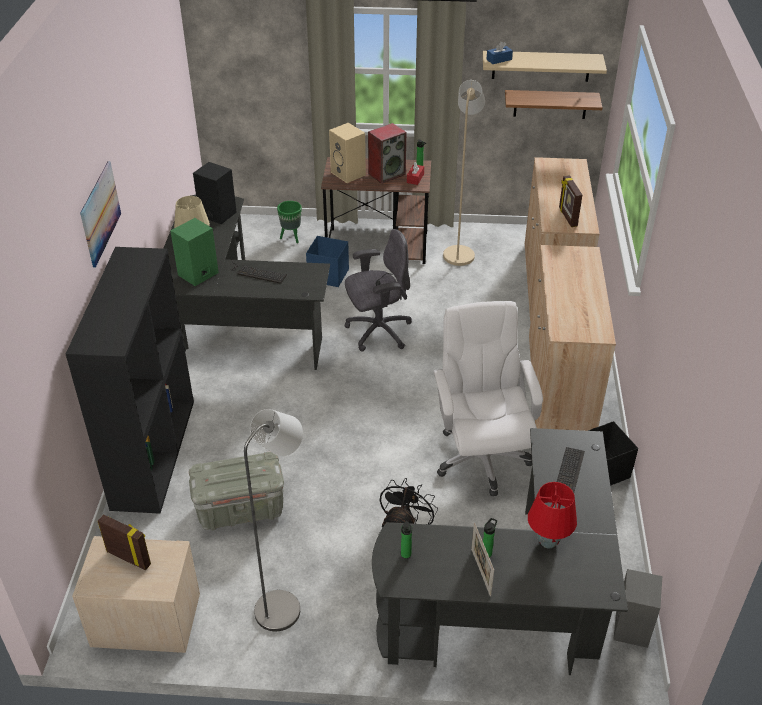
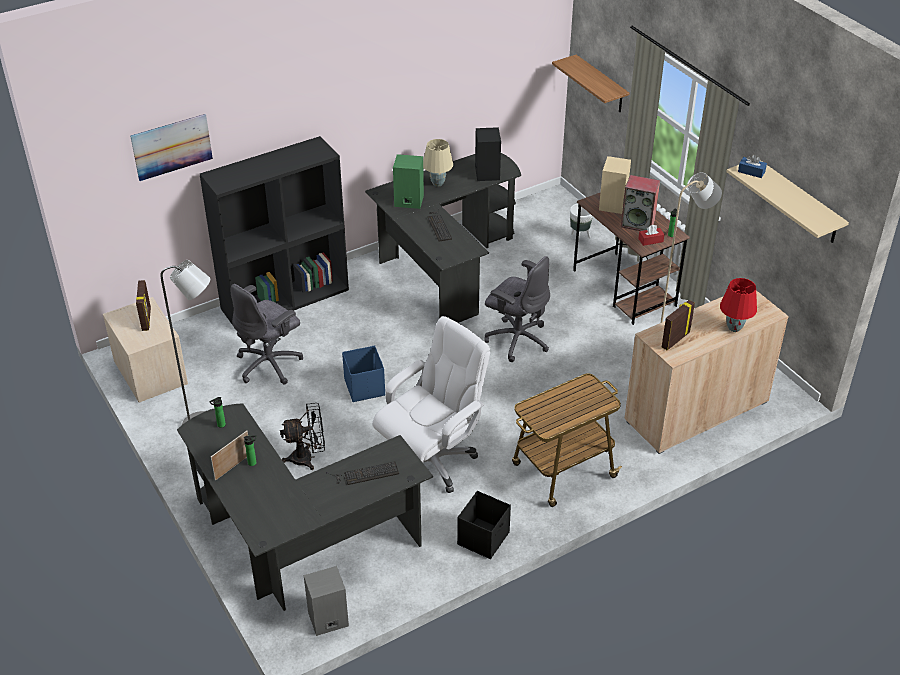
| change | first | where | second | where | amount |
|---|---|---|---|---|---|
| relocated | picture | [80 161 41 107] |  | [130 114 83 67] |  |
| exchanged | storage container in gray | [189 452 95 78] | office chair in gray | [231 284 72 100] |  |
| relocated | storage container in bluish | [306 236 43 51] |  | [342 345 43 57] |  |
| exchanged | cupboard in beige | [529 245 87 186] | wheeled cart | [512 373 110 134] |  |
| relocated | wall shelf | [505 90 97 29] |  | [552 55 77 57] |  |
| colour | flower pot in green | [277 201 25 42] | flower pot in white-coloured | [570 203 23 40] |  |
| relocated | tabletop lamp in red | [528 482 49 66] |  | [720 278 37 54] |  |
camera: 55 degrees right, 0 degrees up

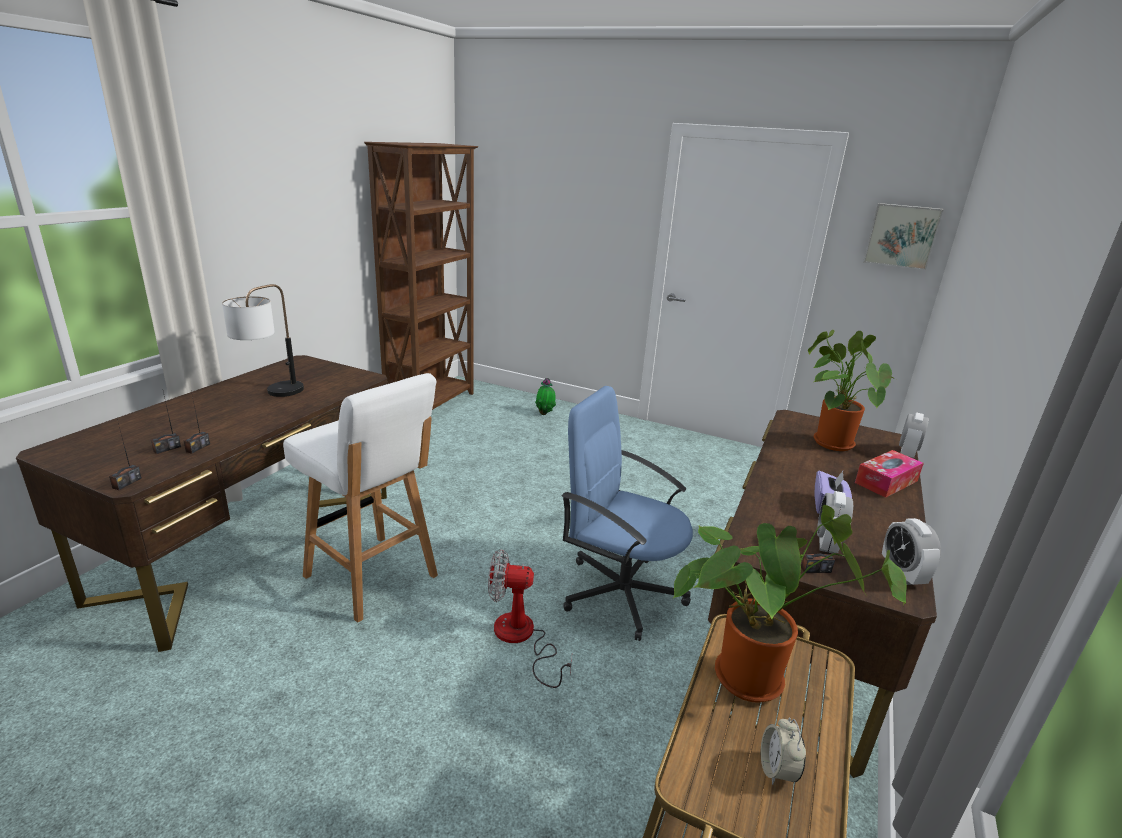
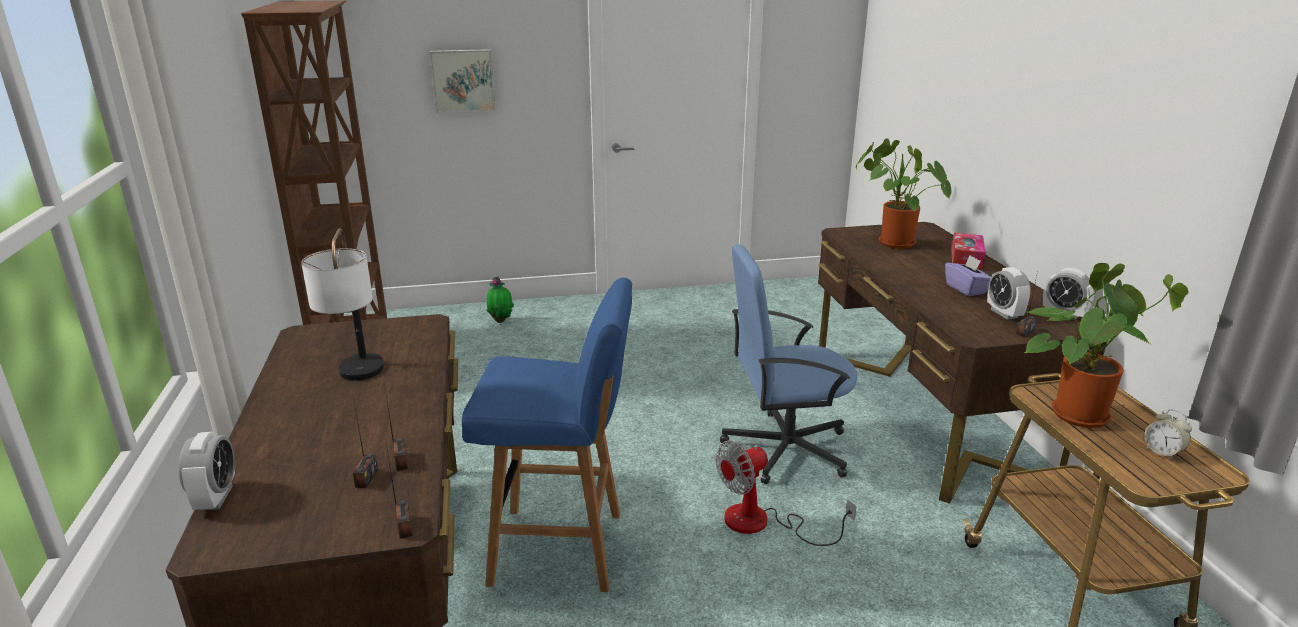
| change | first | where | second | where | amount |
|---|---|---|---|---|---|
| relocated | bedside clock | [899 412 30 46] |  | [179 432 56 78] |  |
| relocated | picture | [863 203 81 67] |  | [429 49 67 64] |  |
| colour | sitting stool in white-coloured | [283 373 155 250] | sitting stool in bluish | [462 277 170 315] |  |
camera: 35 degrees left, 0 degrees up

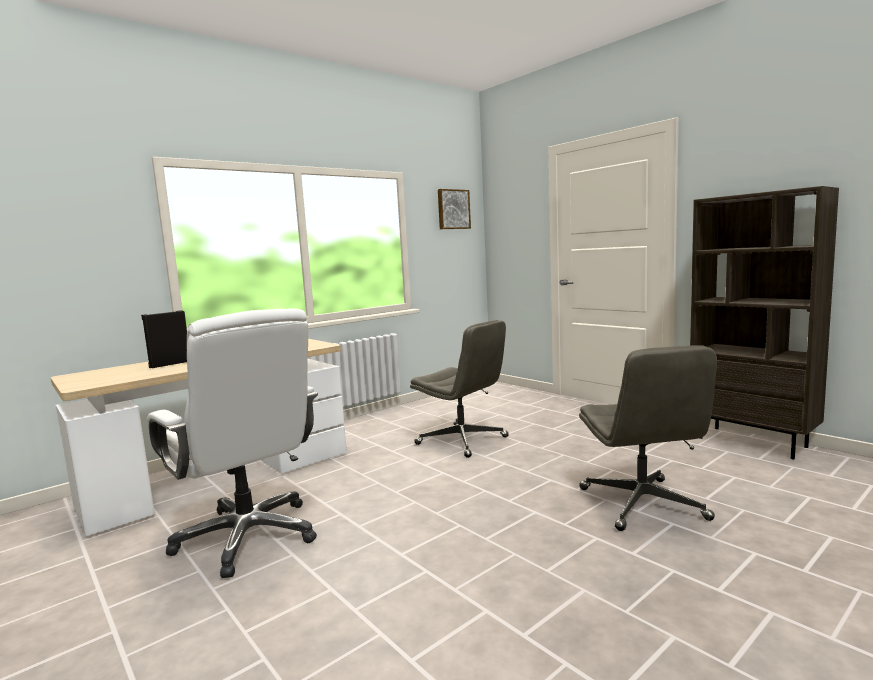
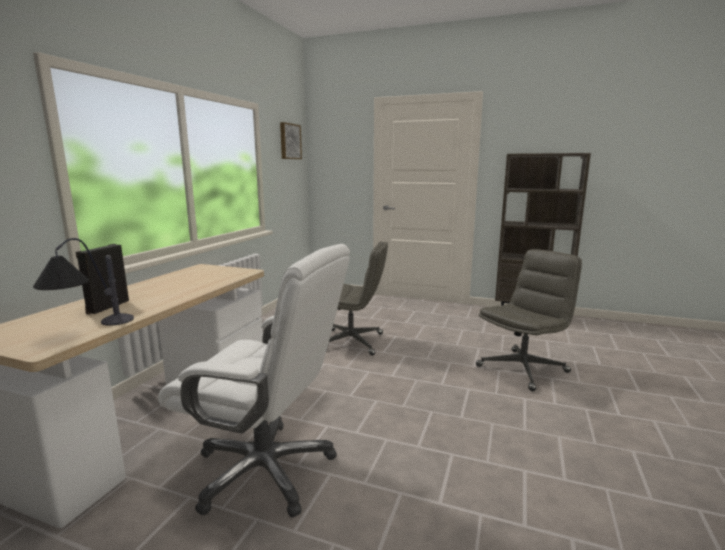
| change | first | where | second | where | amount |
|---|---|---|---|---|---|
| appeared |  |  | tabletop lamp | [33 238 101 88] |  |
| spun | office chair in gray | [579 345 138 186] |  | [476 249 106 142] | 90 degrees counterclockwise |
camera: 30 degrees left, 5 degrees up

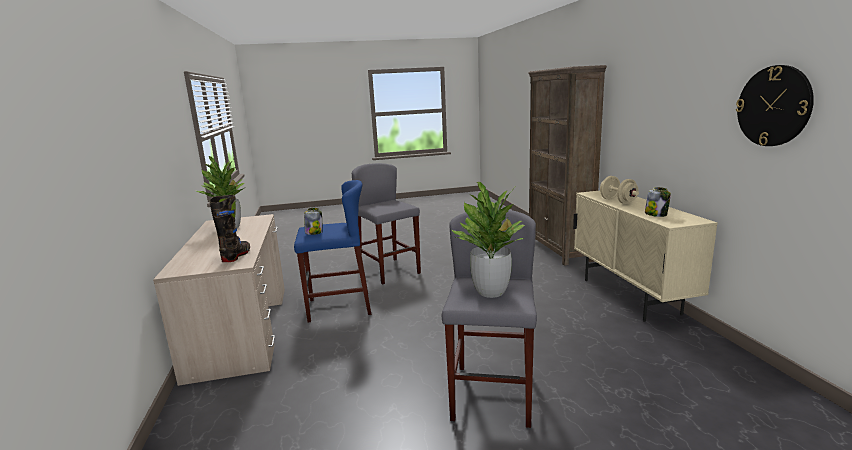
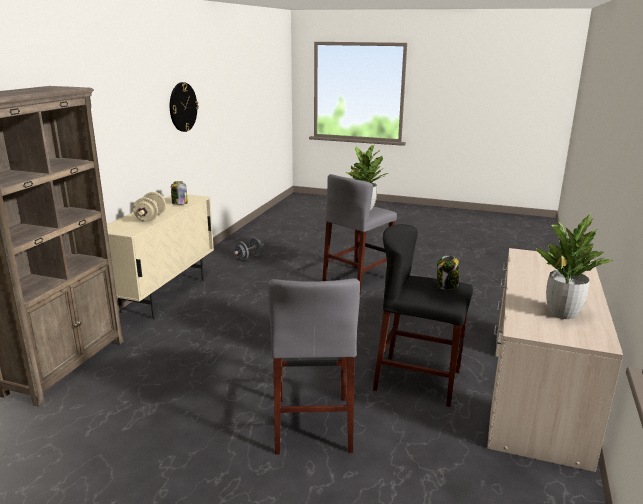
| change | first | where | second | where | amount |
|---|---|---|---|---|---|
| appeared |  |  | free weight in gray | [234 238 30 22] |  |
| colour | sitting stool in bluish | [294 180 77 142] | sitting stool in black-coloured | [373 224 100 183] |  |
| missing | tall boot in black-coloured | [209 195 41 67] |  |  |  |
camera: 150 degrees left, 5 degrees up

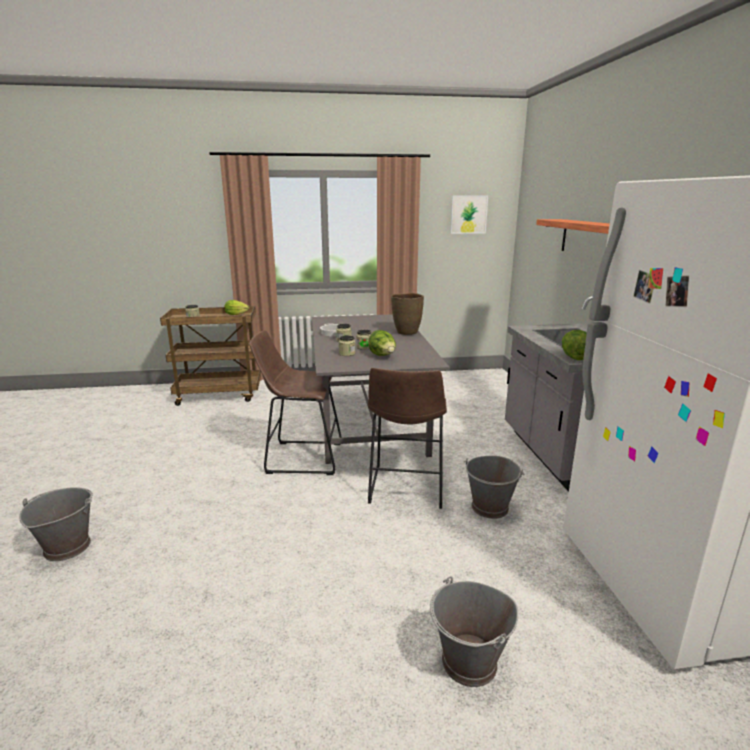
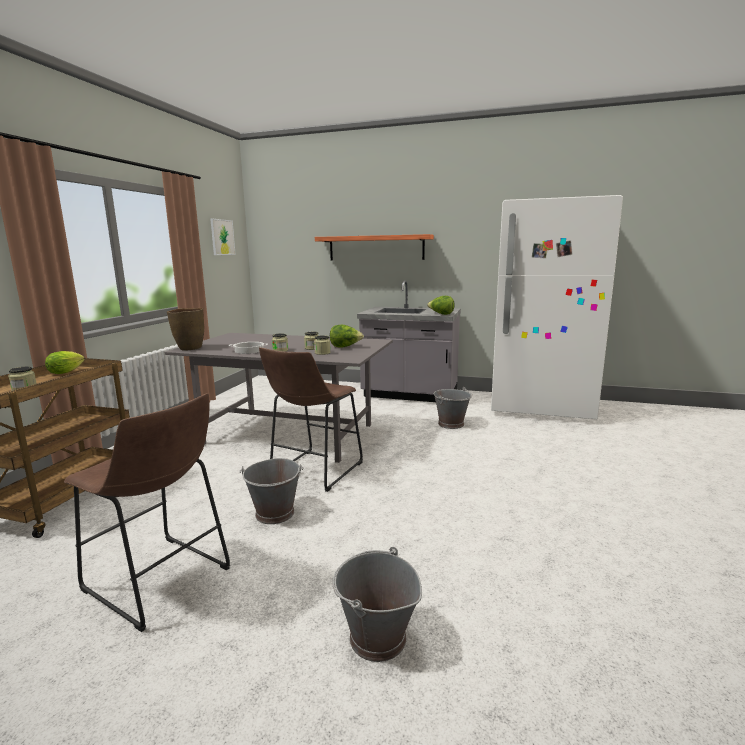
| change | first | where | second | where | amount |
|---|---|---|---|---|---|
| relocated | sitting stool in brown | [368 368 79 141] |  | [64 393 166 239] |  |
| relocated | vase in brown | [391 293 33 42] |  | [167 308 37 42] |  |
| relocated | pail in gray | [430 576 88 111] |  | [239 458 64 66] |  |
camera: 65 degrees left, 5 degrees down

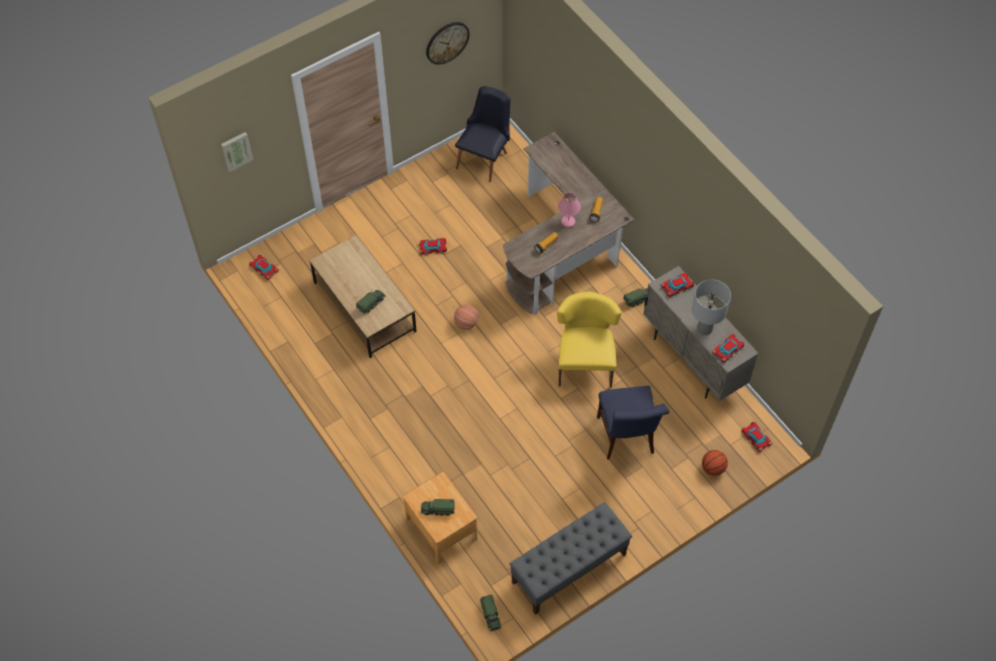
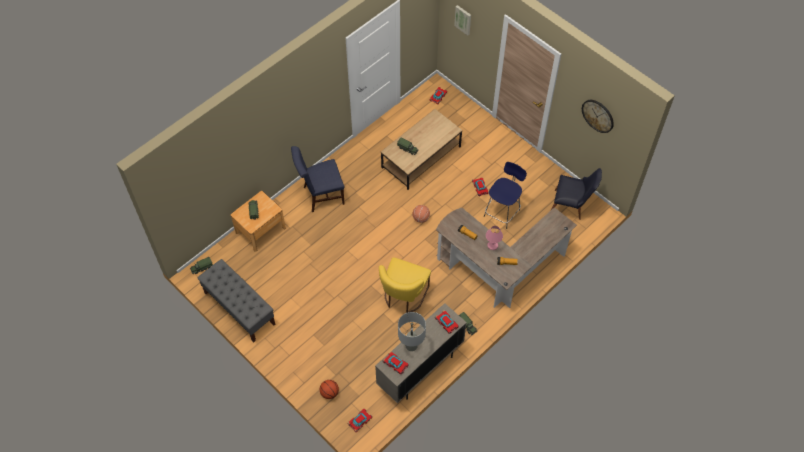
| change | first | where | second | where | amount |
|---|---|---|---|---|---|
| relocated | chair in bluish | [597 386 73 73] |  | [291 146 54 66] |  |
| spun | chair in yellow | [557 291 65 97] |  | [379 257 52 56] | 120 degrees clockwise |
| appeared |  |  | sitting stool in bluish | [484 162 43 67] |  |
camera: 80 degrees right, 0 degrees up

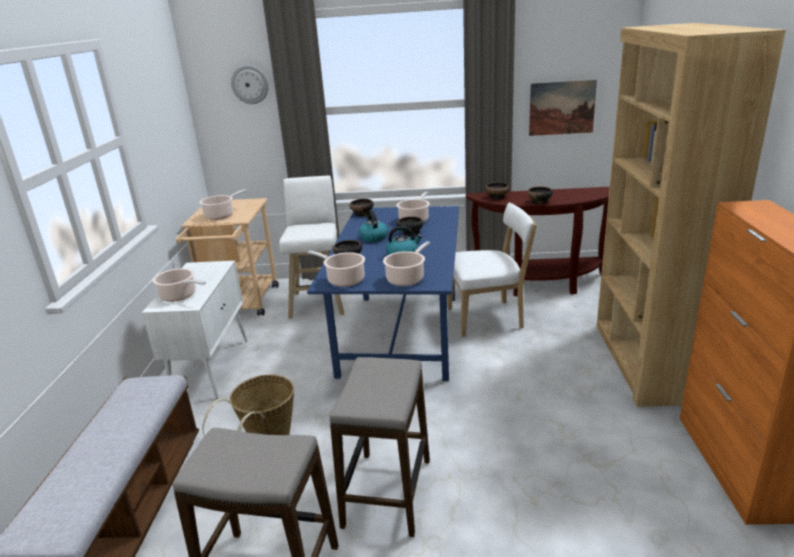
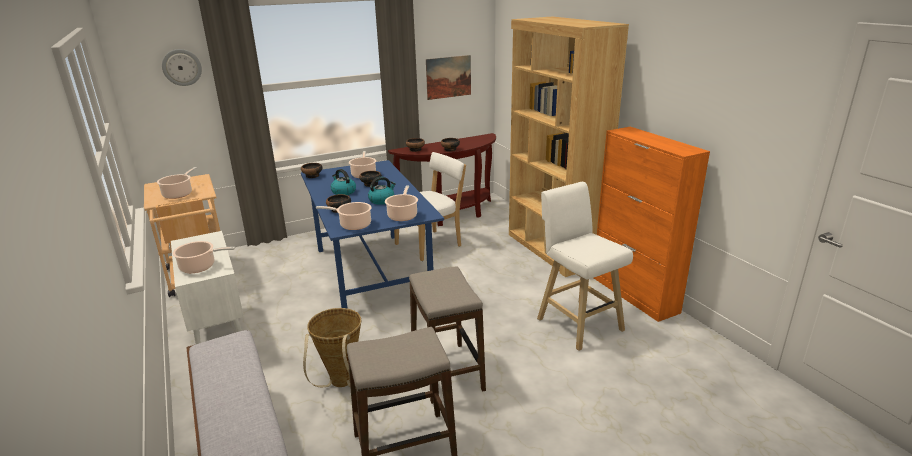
| change | first | where | second | where | amount |
|---|---|---|---|---|---|
| relocated | sitting stool in white-coloured | [279 176 65 143] |  | [537 182 96 169] |  |
camera: 30 degrees left, 0 degrees up

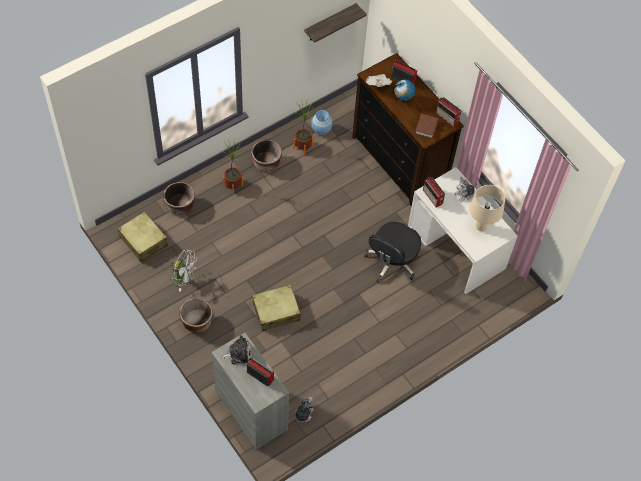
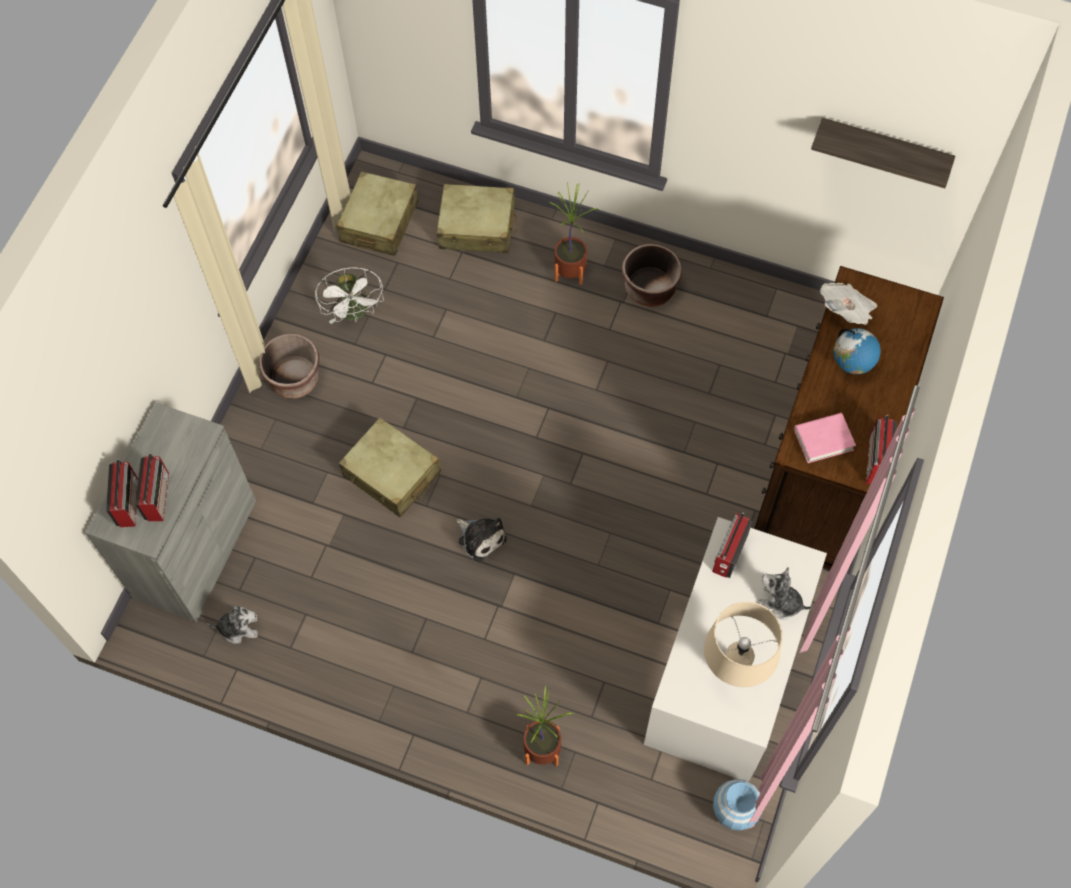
| change | first | where | second | where | amount |
|---|---|---|---|---|---|
| relocated | radio | [391 60 26 24] |  | [106 459 32 68] |  |
| exchanged | flower pot in brown | [163 182 32 33] | piece of luggage in beige | [437 184 80 69] |  |
| relocated | plush toy | [221 335 30 30] |  | [456 518 51 44] |  |
| relocated | houseplant | [294 99 19 56] |  | [516 685 58 82] |  |
| relocated | vase in bluish | [311 110 22 25] |  | [713 779 49 52] |  |
| colour | volume in brown | [415 114 24 24] | volume in pink-coloured | [794 413 62 50] |  |
| missing | office chair in black-coloured | [364 222 57 61] |  |  |  |
camera: 60 degrees right, 5 degrees up

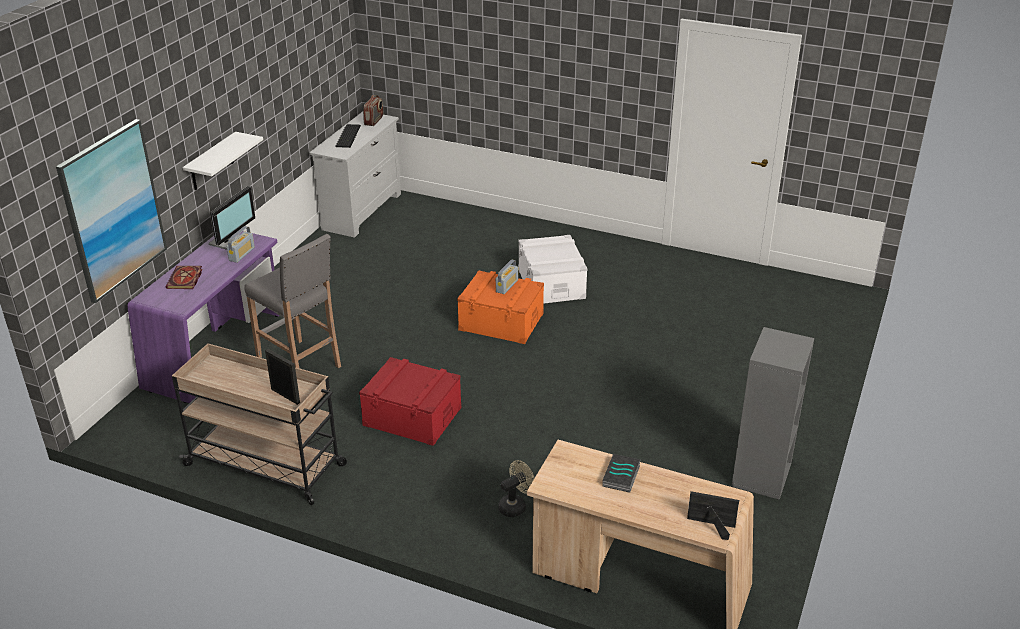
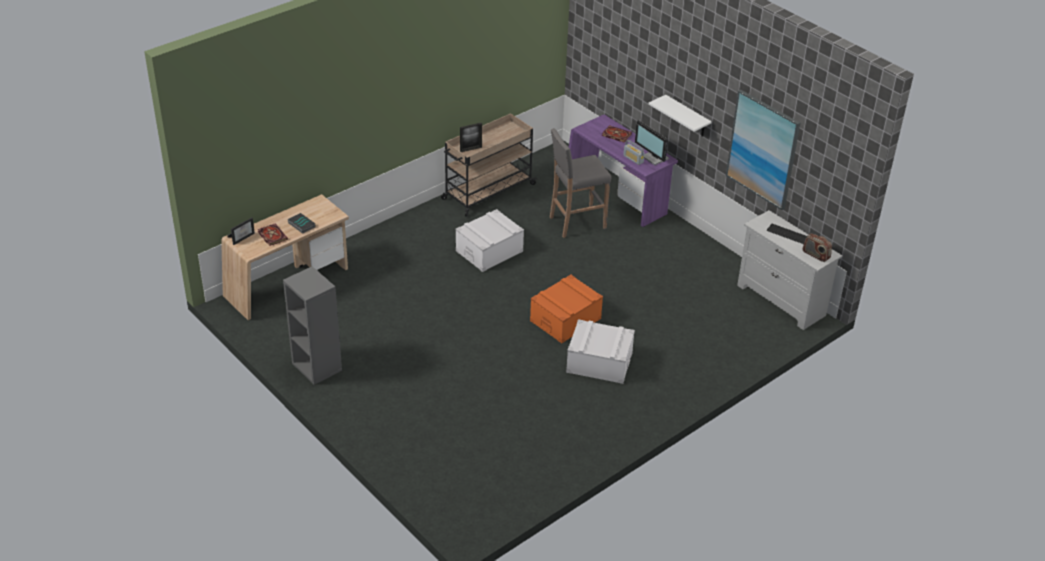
| change | first | where | second | where | amount |
|---|---|---|---|---|---|
| appeared |  |  | volume | [258 224 30 22] |  |
| colour | storage container in red | [359 357 102 89] | storage container in white-coloured | [456 209 68 63] |  |
| relocated | picture | [56 119 111 184] |  | [726 89 74 121] |  |
| missing | radio | [496 259 22 35] |  |  |  |
| missing | fan in beige | [498 460 37 57] |  |  |  |
camera: 115 degrees right, 5 degrees up

